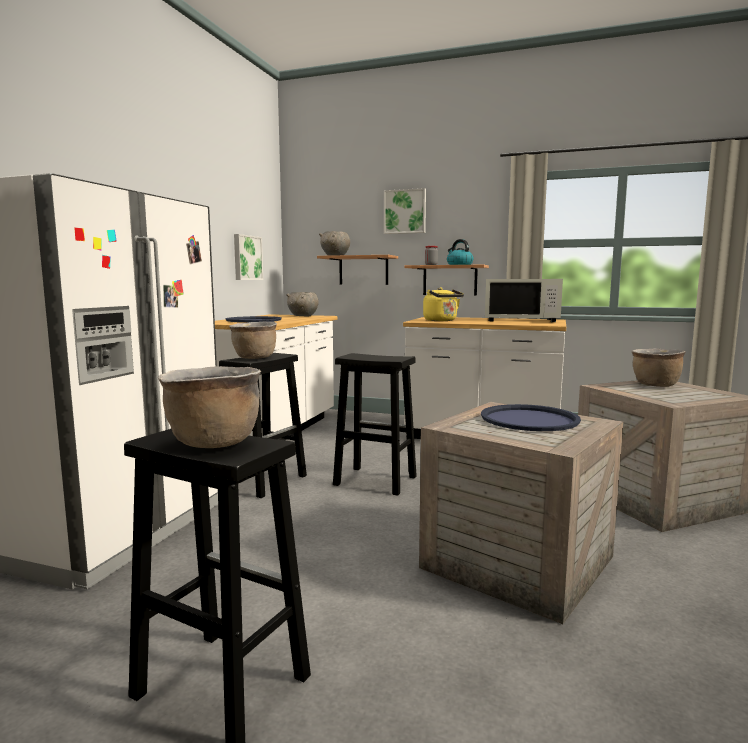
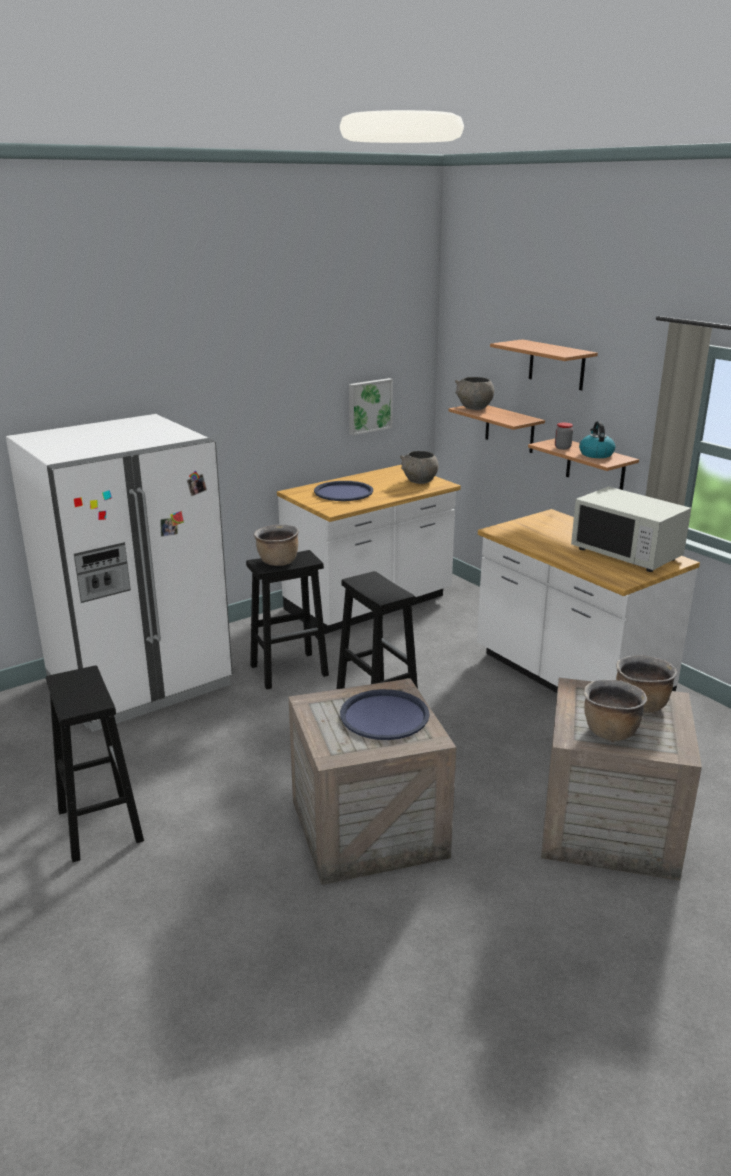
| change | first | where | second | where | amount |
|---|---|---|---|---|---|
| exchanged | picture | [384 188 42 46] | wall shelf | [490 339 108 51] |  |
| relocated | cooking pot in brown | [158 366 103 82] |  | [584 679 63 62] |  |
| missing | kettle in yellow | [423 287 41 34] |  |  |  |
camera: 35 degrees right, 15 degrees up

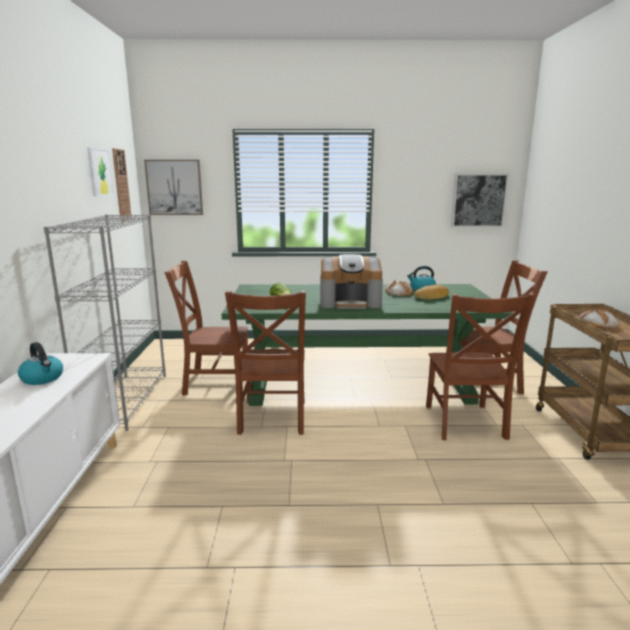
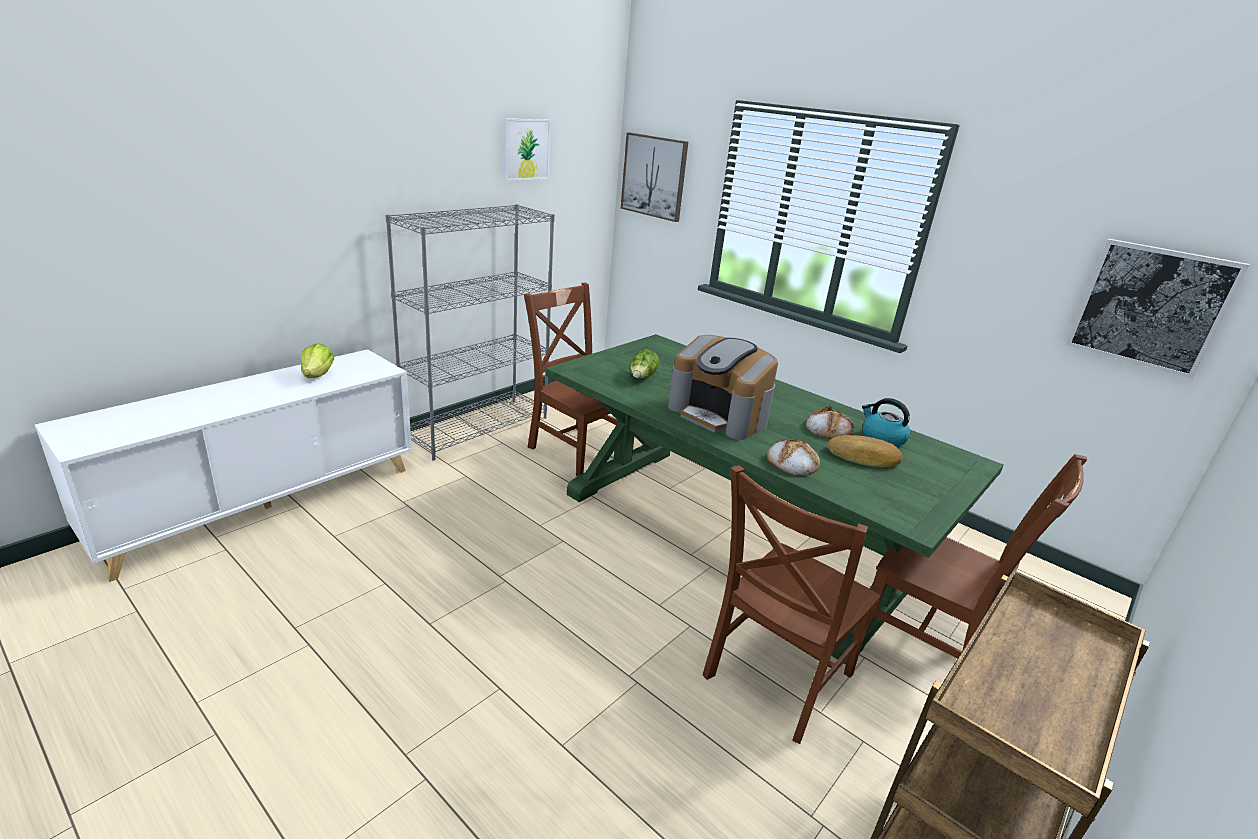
| change | first | where | second | where | amount |
|---|---|---|---|---|---|
| exchanged | kettle | [18 342 45 43] | lettuce head | [301 343 33 35] |  |
| relocated | bread | [578 308 40 20] |  | [766 439 54 37] |  |
| missing | clock on the wall | [112 148 20 74] |  |  |  |
| missing | chair in brown | [225 291 81 144] |  |  |  |
camera: 40 degrees right, 10 degrees up

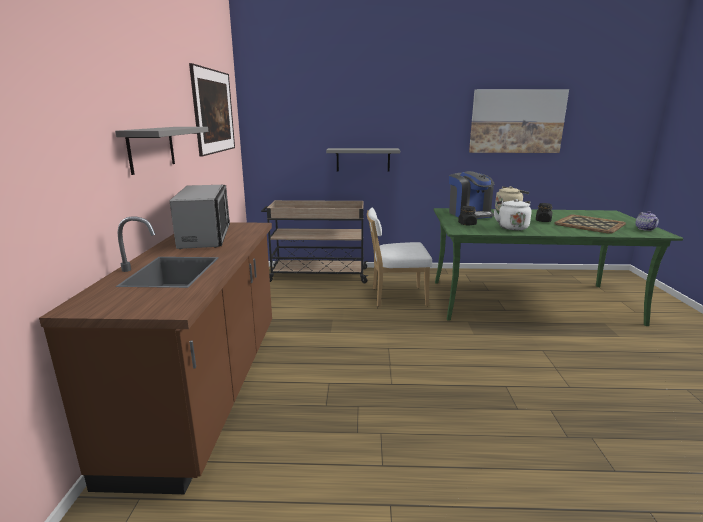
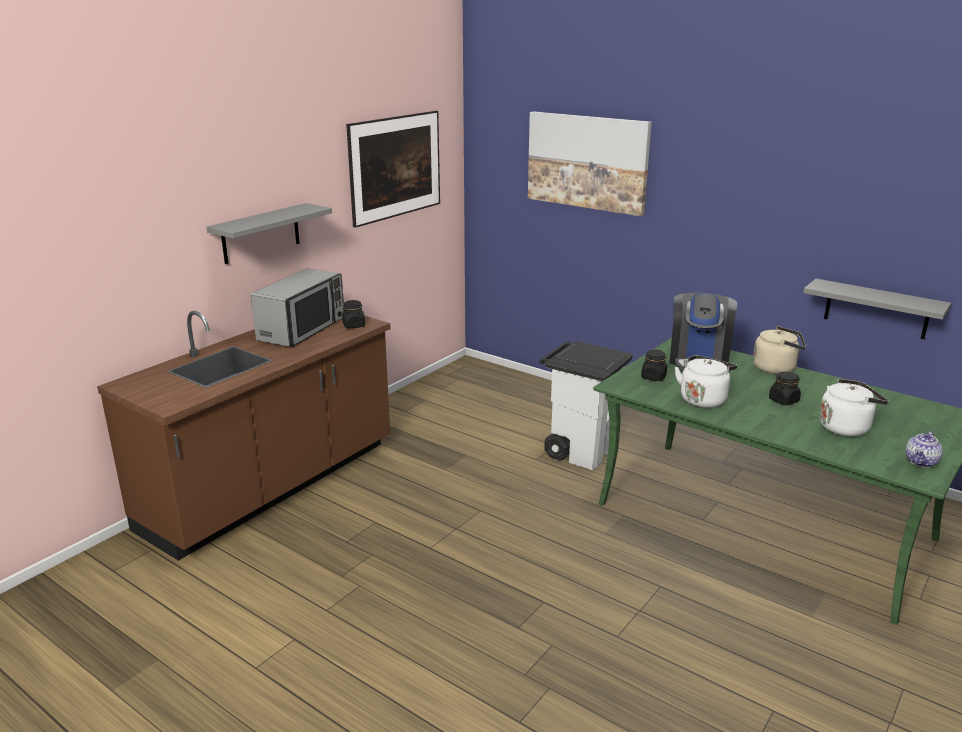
| change | first | where | second | where | amount |
|---|---|---|---|---|---|
| appeared |  |  | storage jar in black-coloured | [342 300 23 28] |  |
| relocated | picture | [469 89 100 64] |  | [528 111 124 105] |  |
| exchanged | chair in white-coloured | [367 208 65 99] | rubbish bin in white-coloured | [539 341 94 129] |  |
| relocated | wall shelf in gray | [326 148 74 24] |  | [803 279 148 60] |  |
| exchanged | carrying tray | [554 215 72 19] | kettle in white-coloured | [819 379 70 57] |  |
| missing | wheeled cart in beige | [261 200 108 83] |  |  |  |
camera: 35 degrees right, 5 degrees up

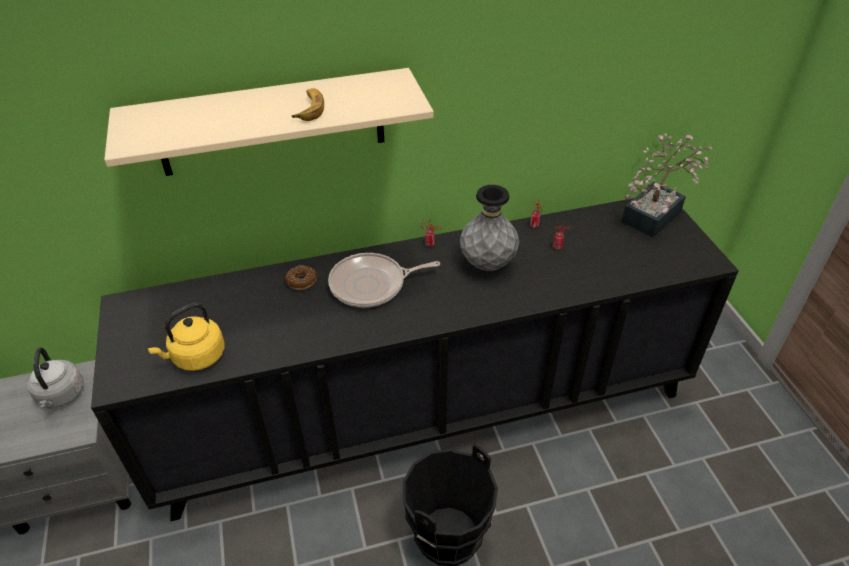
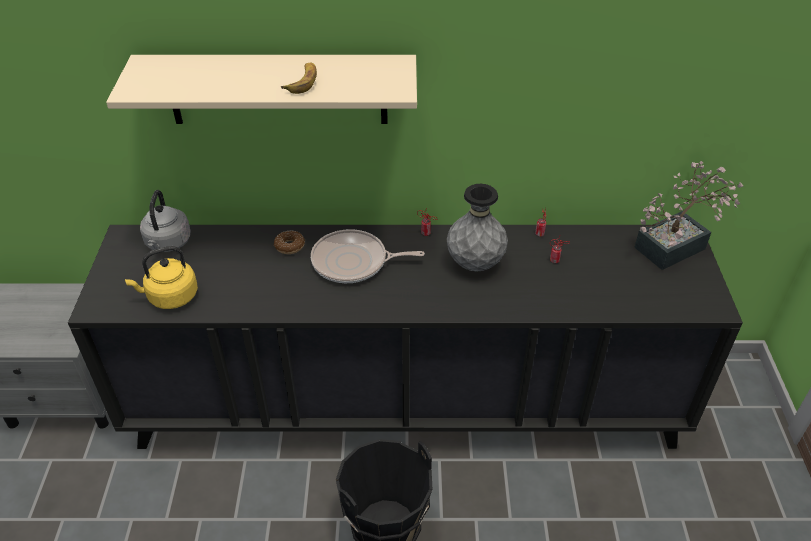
| change | first | where | second | where | amount |
|---|---|---|---|---|---|
| relocated | kettle in gray | [27 347 57 61] |  | [140 190 51 62] |  |
camera: 15 degrees right, 0 degrees up

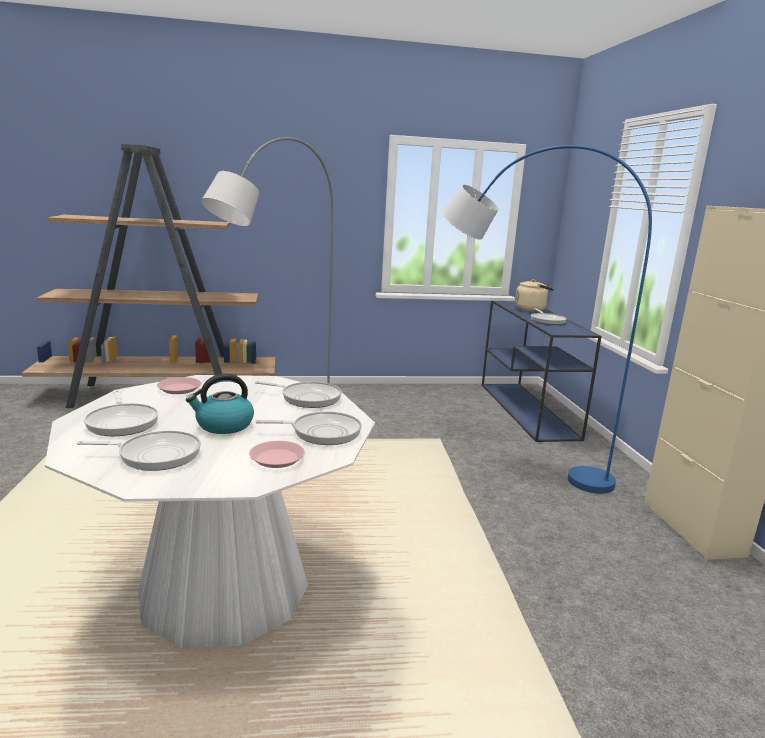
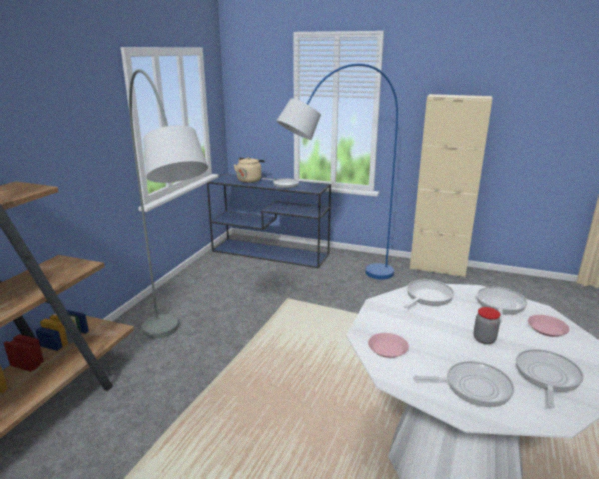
| change | first | where | second | where | amount |
|---|---|---|---|---|---|
| exchanged | kettle | [186 374 68 60] | storage jar | [474 307 27 37] |  |
camera: 60 degrees left, 5 degrees up

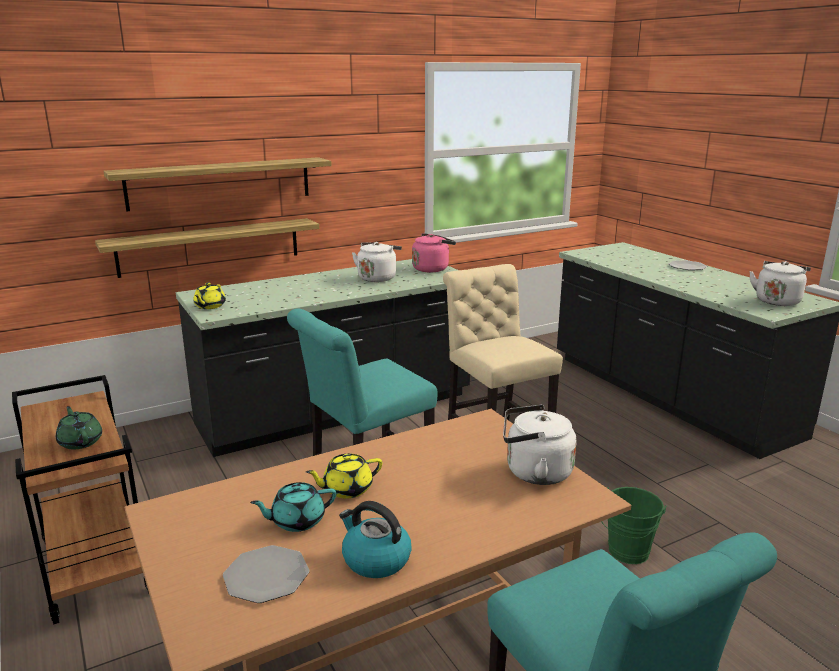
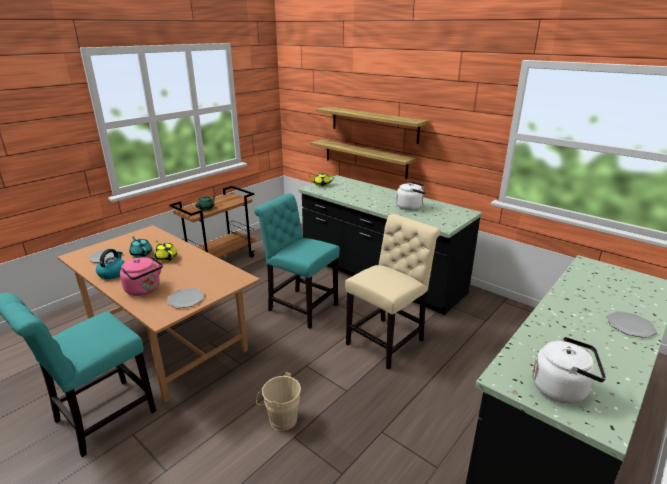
| change | first | where | second | where | amount |
|---|---|---|---|---|---|
| relocated | kettle in pink-coloured | [412 233 44 39] |  | [120 256 43 40] |  |
| exchanged | kettle in white-coloured | [503 405 74 80] | flat dish | [167 288 37 20] |  |
| colour | pail in green | [601 487 66 77] | pail in beige | [256 372 45 59] |  |
camera: 70 degrees right, 5 degrees up

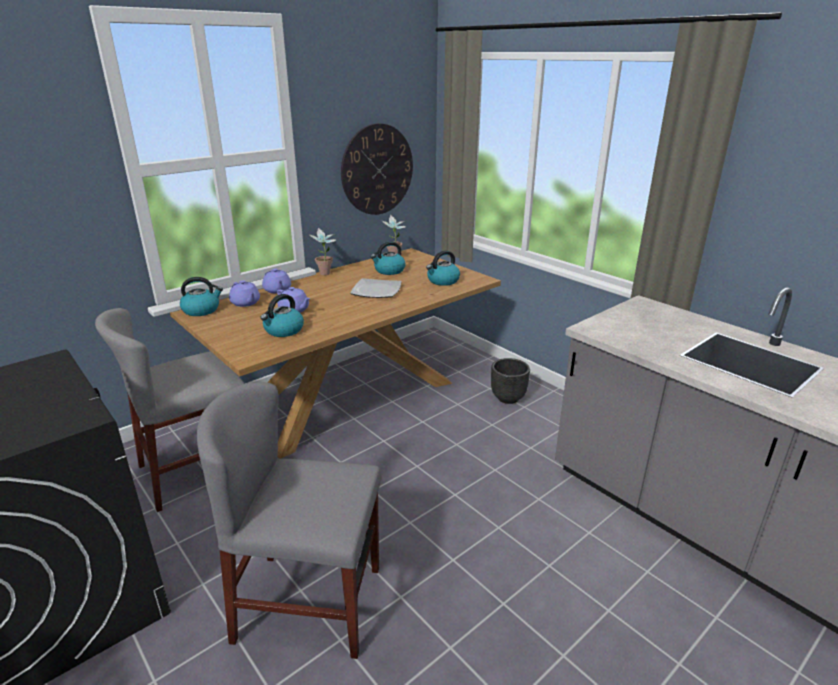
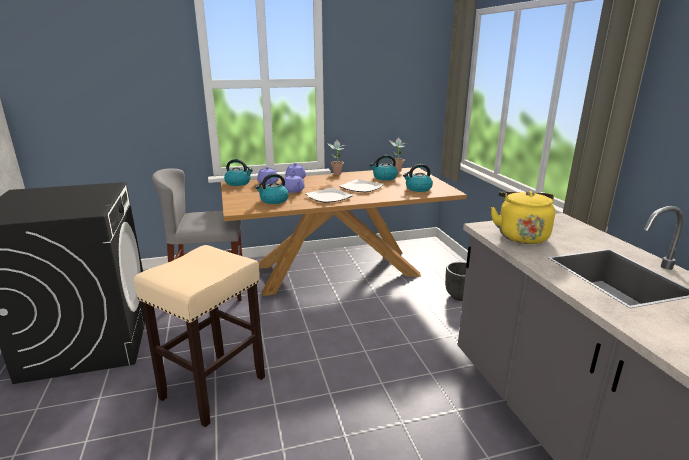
| change | first | where | second | where | amount |
|---|---|---|---|---|---|
| exchanged | chair in gray | [197 382 184 277] | sitting stool in beige | [134 245 131 182] |  |
| appeared |  |  | flat dish | [305 187 48 16] |  |
| appeared |  |  | kettle in yellow | [491 191 64 53] |  |
| missing | clock on the wall | [341 123 72 92] |  |  |  |
camera: 25 degrees right, 5 degrees down

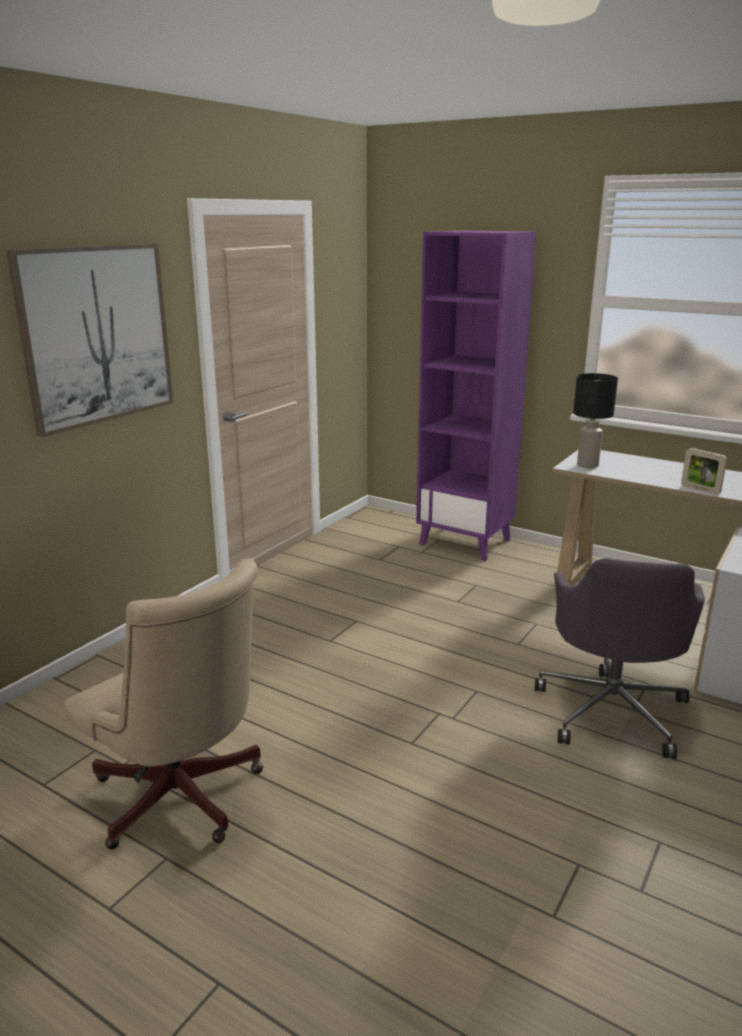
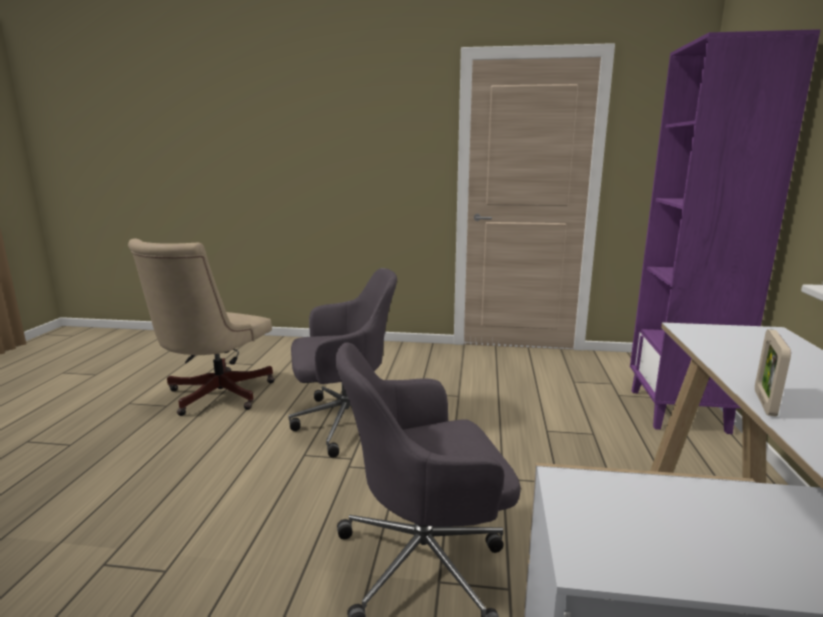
| change | first | where | second | where | amount |
|---|---|---|---|---|---|
| appeared |  |  | office chair in gray | [288 268 109 190] |  |
| missing | picture | [6 244 167 193] |  |  |  |
| missing | tabletop lamp in black-coloured | [573 373 45 95] |  |  |  |
camera: 65 degrees right, 5 degrees down

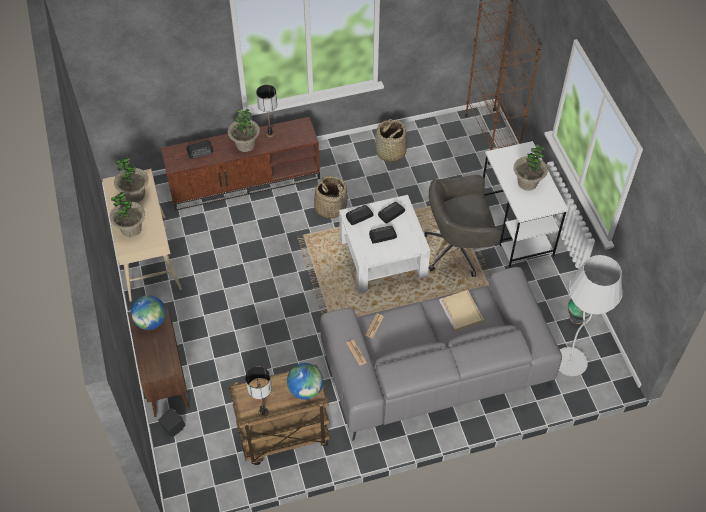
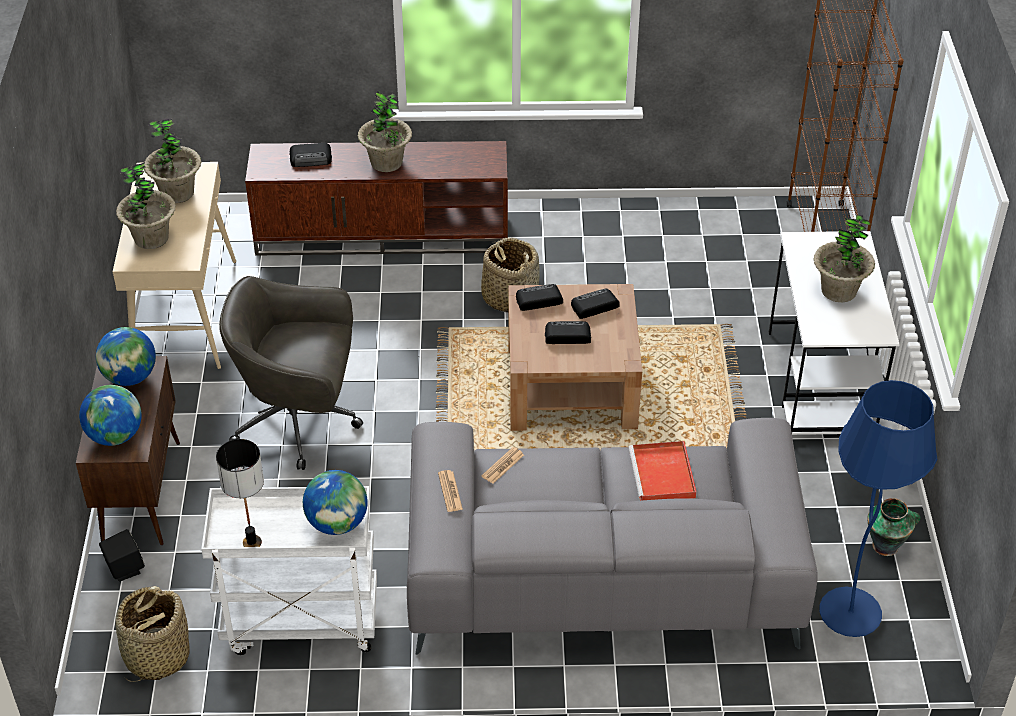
| change | first | where | second | where | amount |
|---|---|---|---|---|---|
| appeared |  |  | globe | [79 385 63 61] |  |
| relocated | storage basket | [375 119 32 44] |  | [115 586 74 96] |  |
| colour | wheeled cart in brown | [229 364 101 101] | wheeled cart in white-coloured | [201 486 176 169] |  |
| relocated | office chair in gray | [423 175 78 102] |  | [219 276 144 194] |  |
| colour | lounge table in white-coloured | [339 195 91 98] | lounge table in brown | [508 284 134 147] |  |
| colour | carrying tray in beige | [439 290 45 42] | carrying tray in red | [628 441 69 60] |  |
| colour | standard lamp in white-coloured | [559 255 64 121] | standard lamp in bluish | [820 380 117 257] |  |
| missing | tabletop lamp | [256 85 21 52] |  |  |  |
camera: 15 degrees right, 10 degrees down

